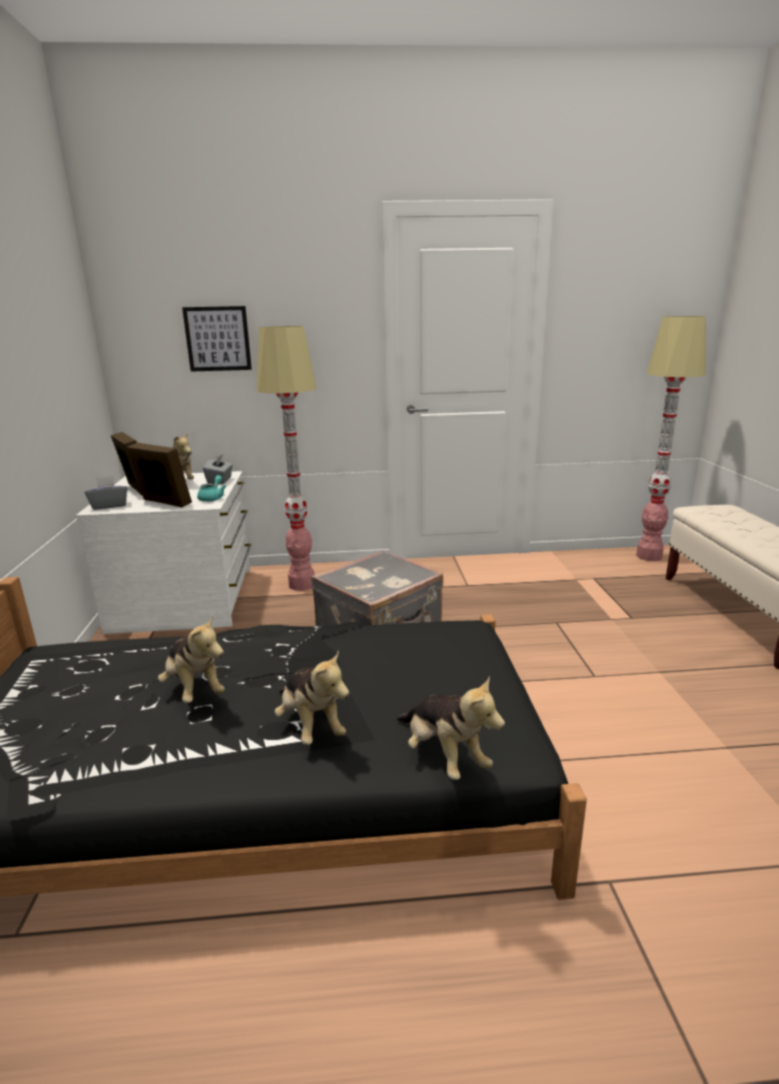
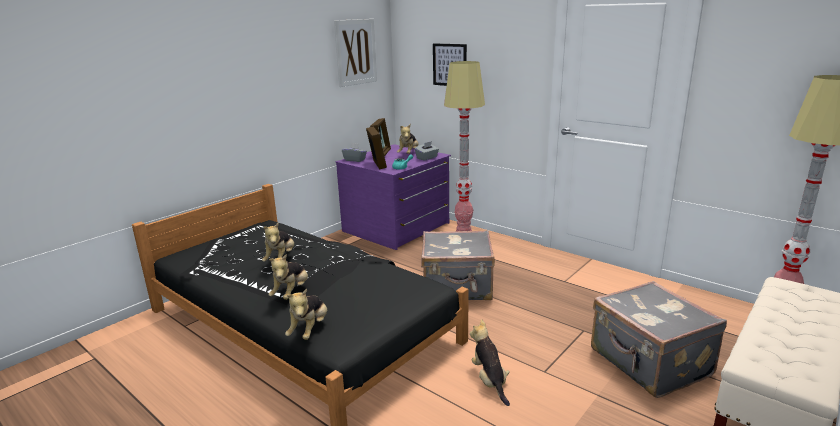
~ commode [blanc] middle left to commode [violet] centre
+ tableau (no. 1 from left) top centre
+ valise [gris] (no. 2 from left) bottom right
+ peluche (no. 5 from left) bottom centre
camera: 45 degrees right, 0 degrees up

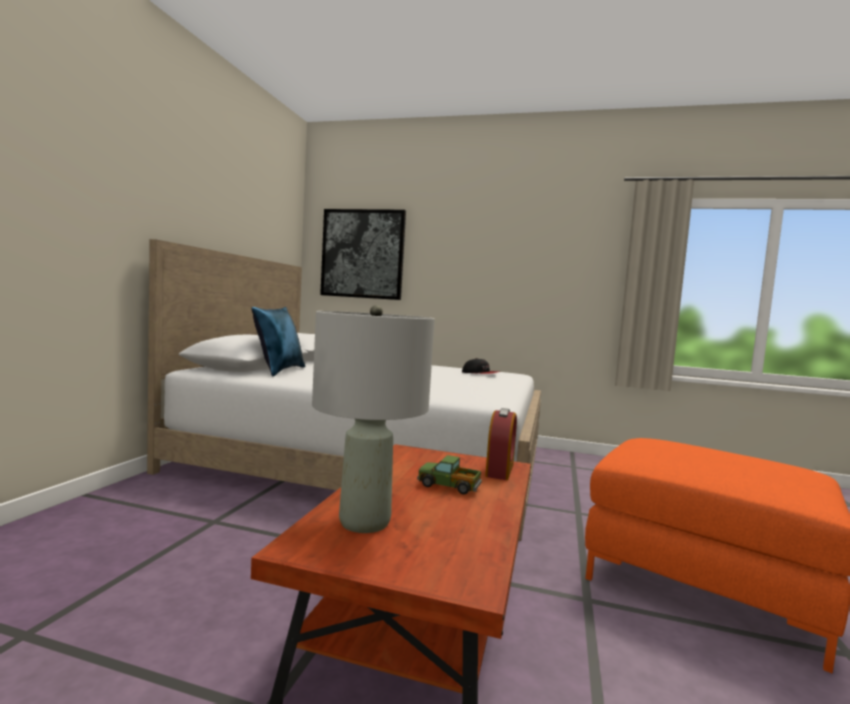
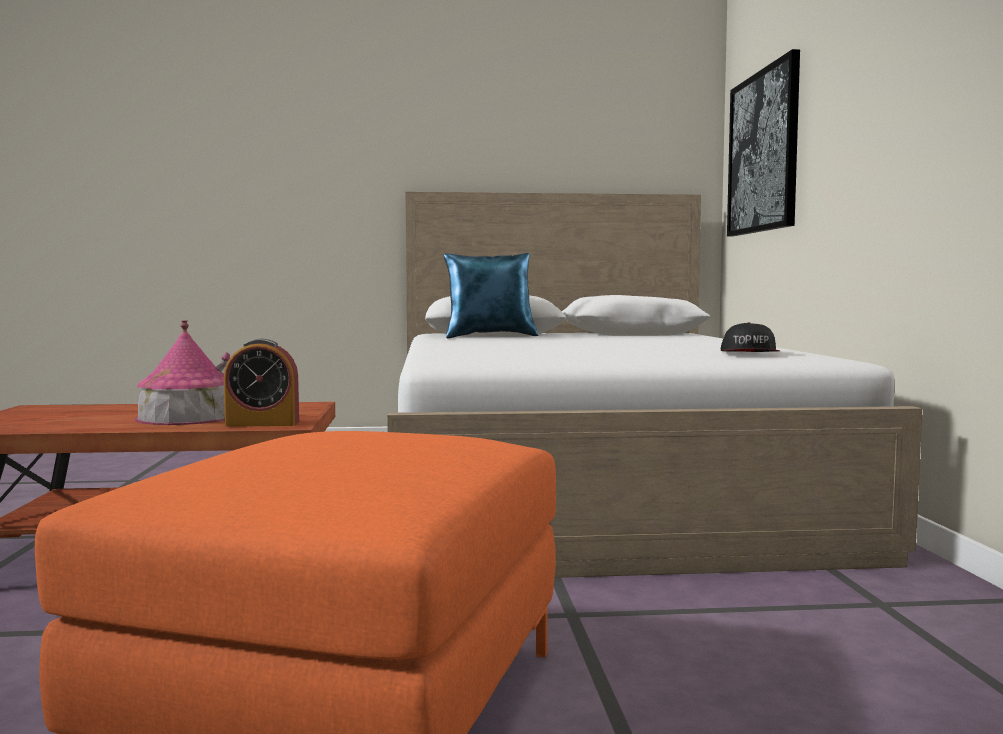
- lampe de table [gris] centre
~ camion jouet bottom centre to maison miniature middle left
camera: 70 degrees right, 0 degrees up

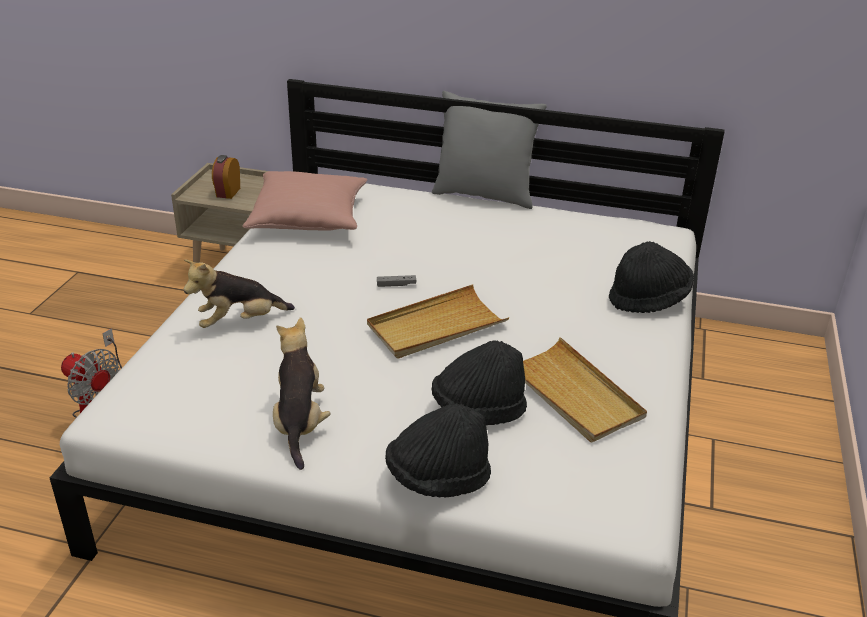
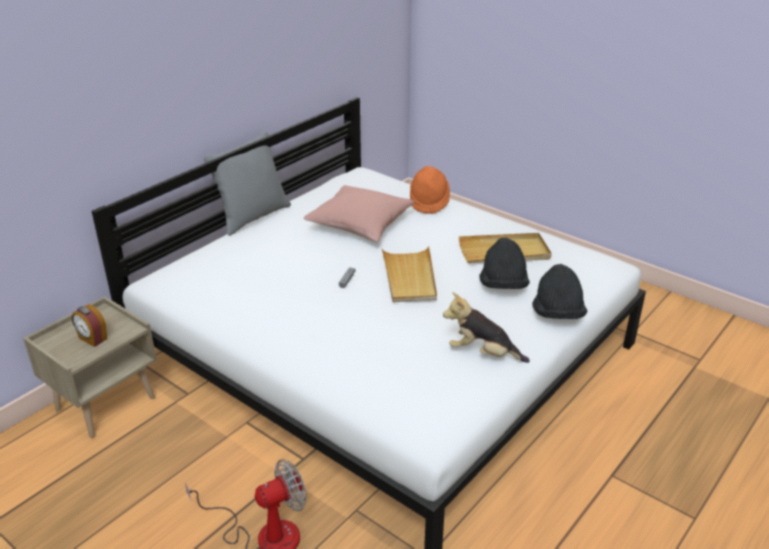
~ coussin [rose] top centre to centre
~ chapeau [noir] (no. 3 from left) middle right to chapeau [orange] centre
- peluche (no. 1 from left) middle left
camera: 65 degrees left, 0 degrees up

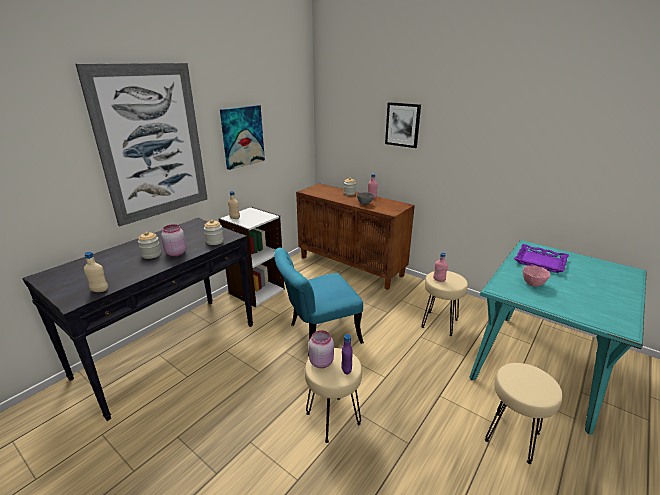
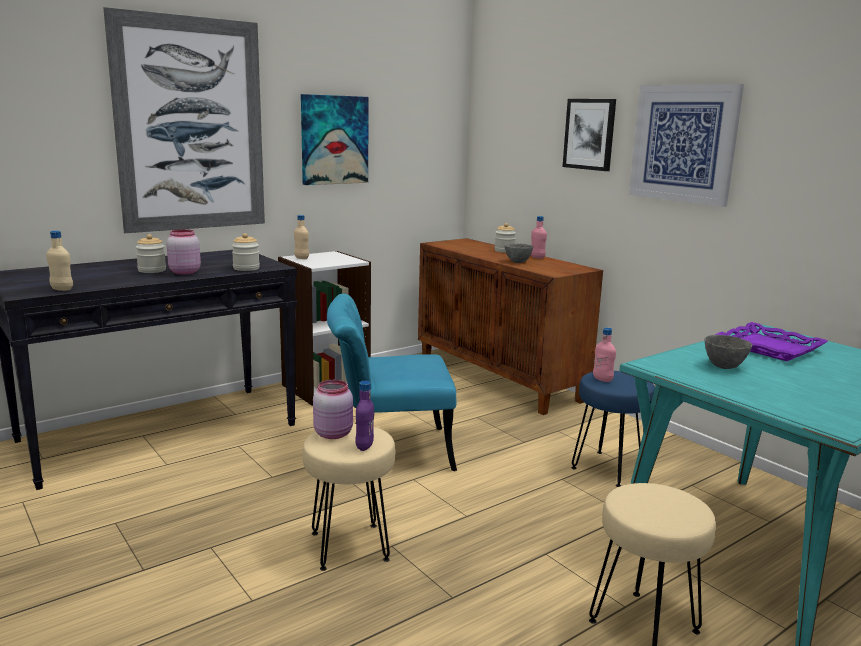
~ bol [rose] middle right to bol [gris] (no. 2 from left) middle right
~ tabouret [beige] (no. 2 from left) middle right to tabouret [bleu] middle right
+ tableau (no. 4 from left) top right
camera: 15 degrees right, 10 degrees down

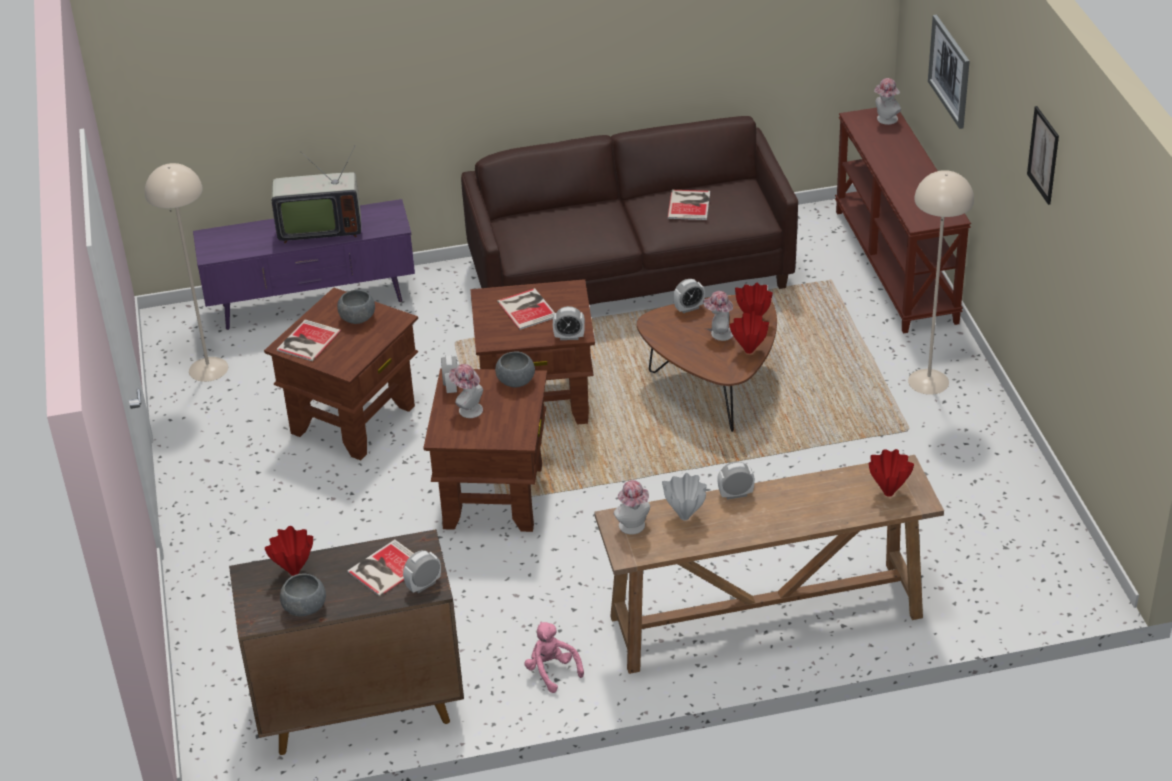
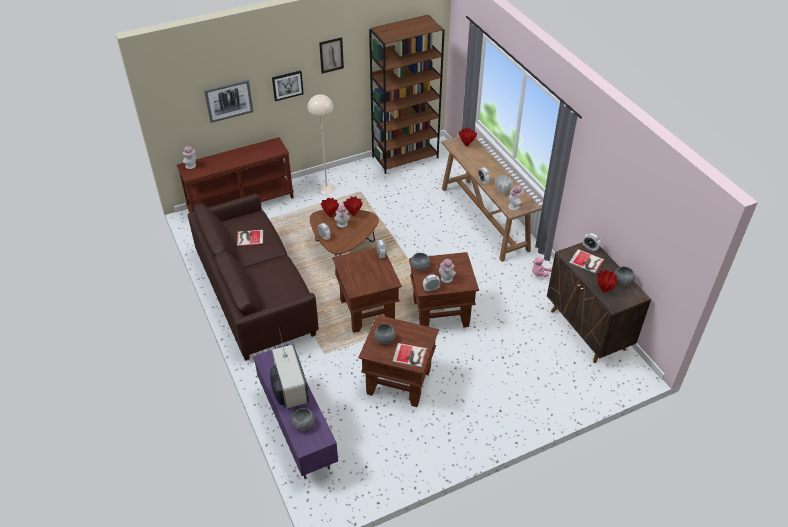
- lampadaire [beige] (no. 1 from left) middle left
- livre (no. 3 from left) centre
+ bibliothèque [marron] top centre
+ tableau (no. 2 from left) top centre
+ bol [gris] (no. 1 from left) bottom centre
camera: 105 degrees left, 5 degrees up

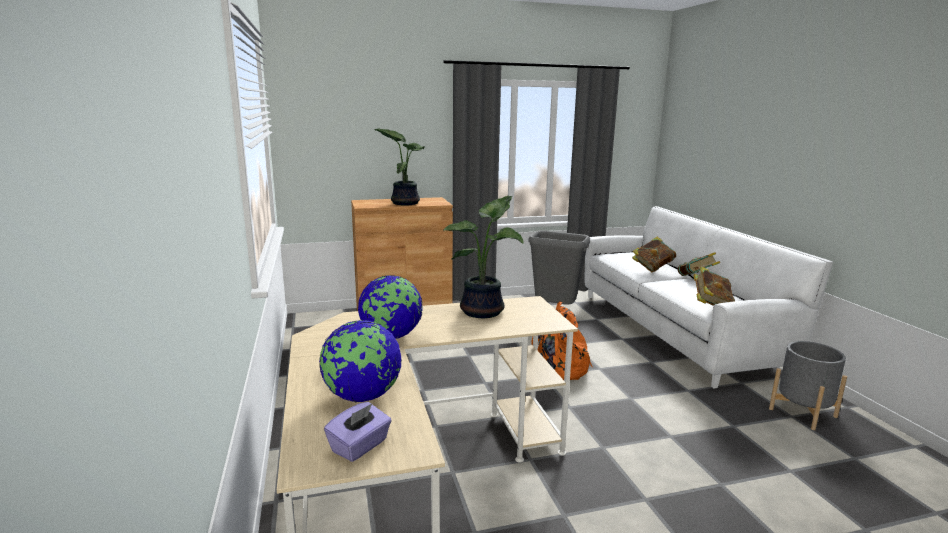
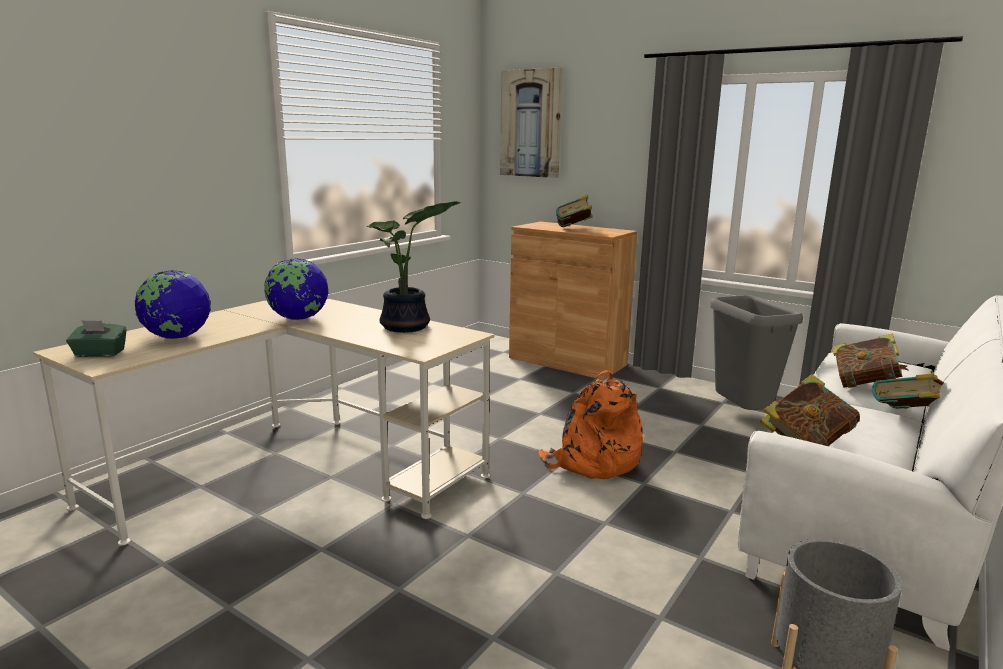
~ plante en pot (no. 1 from left) top centre to livre (no. 1 from left) top centre
~ boîte à mouchoirs [violet] bottom centre to boîte à mouchoirs [vert] middle left
+ tableau top centre
camera: 50 degrees right, 0 degrees up

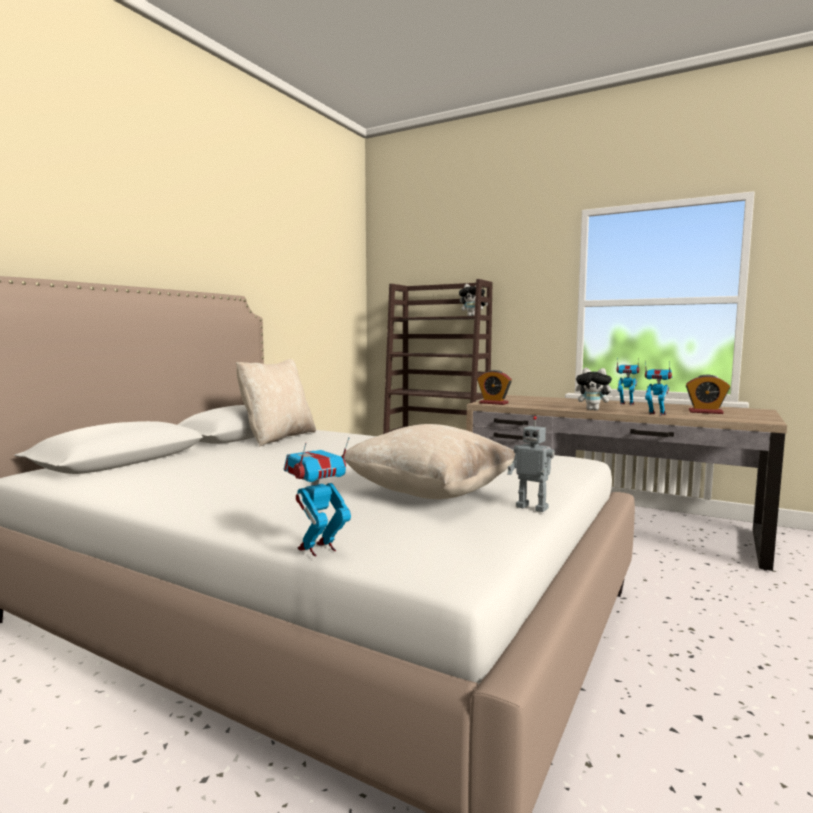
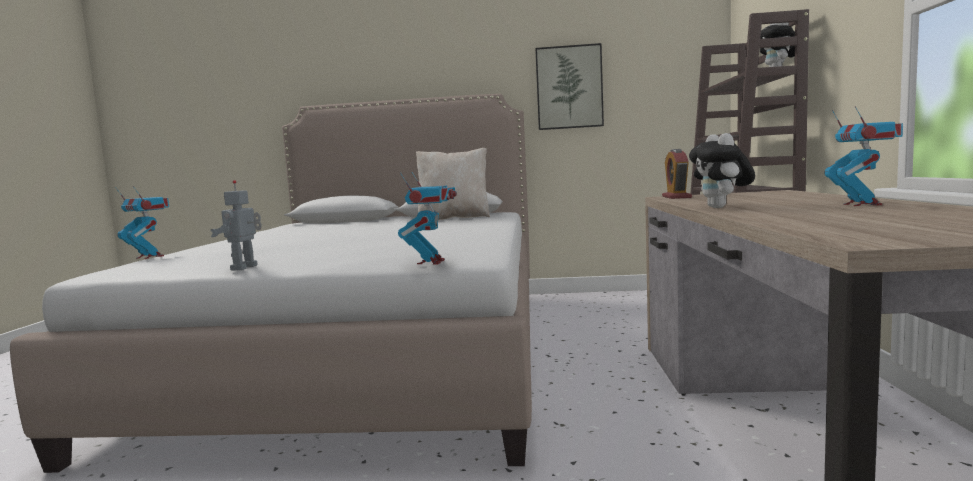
~ robot jouet (no. 4 from left in the first image) middle right to robot jouet (no. 3 from left) centre
- réveil (no. 2 from left) middle right
- coussin [beige] (no. 2 from left) centre
+ tableau top centre
camera: 65 degrees right, 0 degrees up

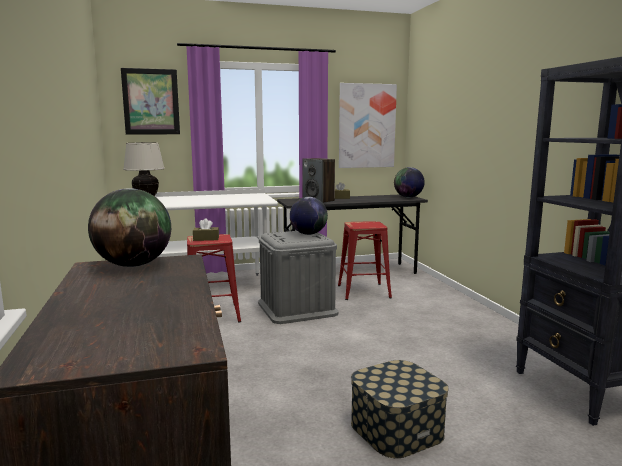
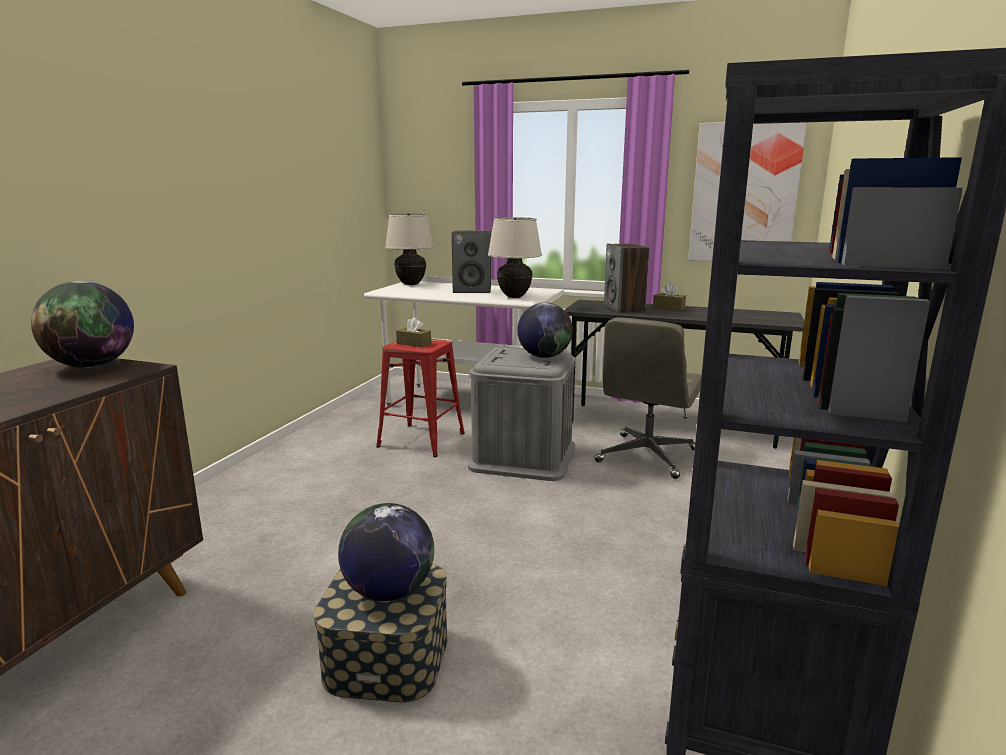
- tableau (no. 1 from left) top left
~ globe (no. 3 from left in the first image) centre to globe (no. 2 from left) bottom centre
~ tabouret [rouge] (no. 2 from left) centre to chaise de bureau [gris] centre
+ lampe de table [beige] (no. 2 from left) centre
+ enceinte (no. 1 from left) centre
camera: 35 degrees right, 5 degrees up

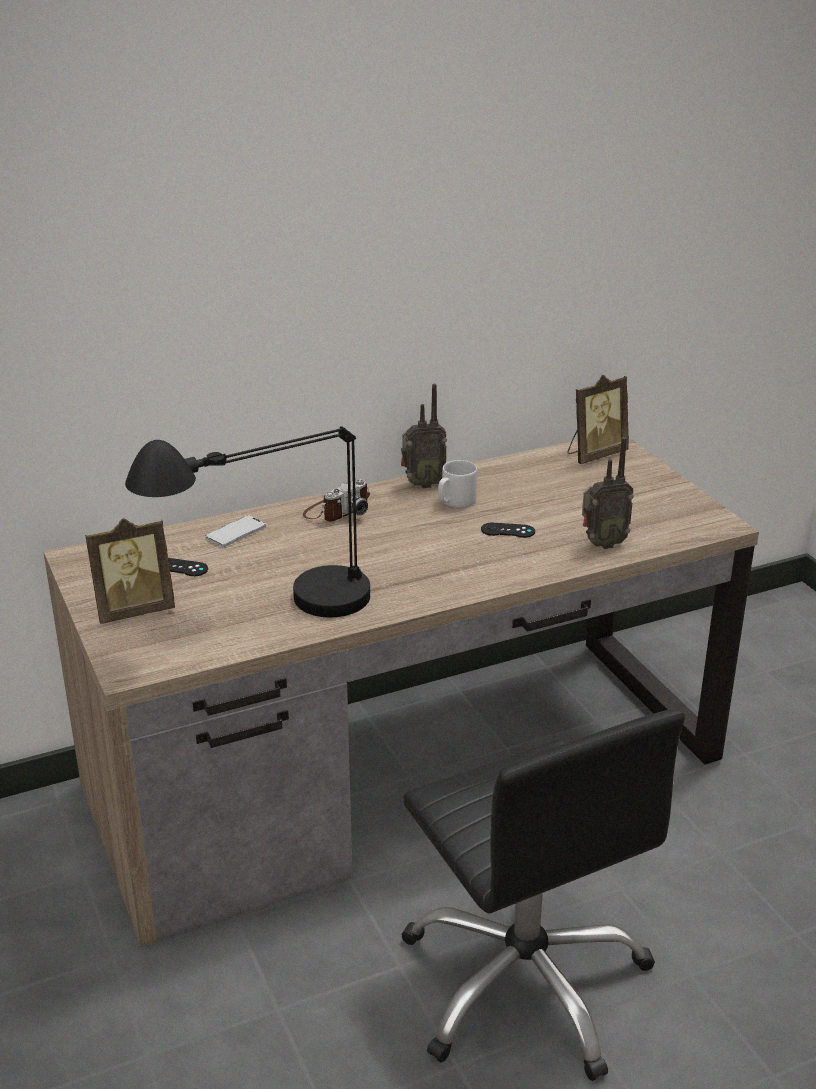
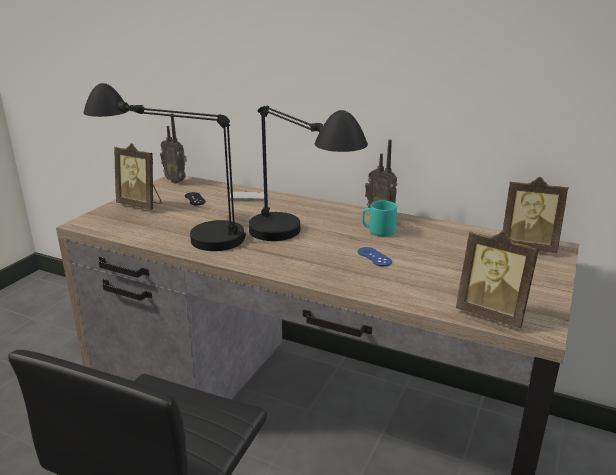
~ radio (no. 2 from left in the first image) middle right to radio (no. 1 from left) top left
~ mug [gris] centre to mug [turquoise] centre
- appareil photo centre
~ manette [noir] (no. 2 from left) centre to manette [bleu] centre
+ lampe de table [noir] (no. 2 from left) centre
+ cadre photo (no. 2 from left) middle right
camera: 50 degrees right, 5 degrees down

